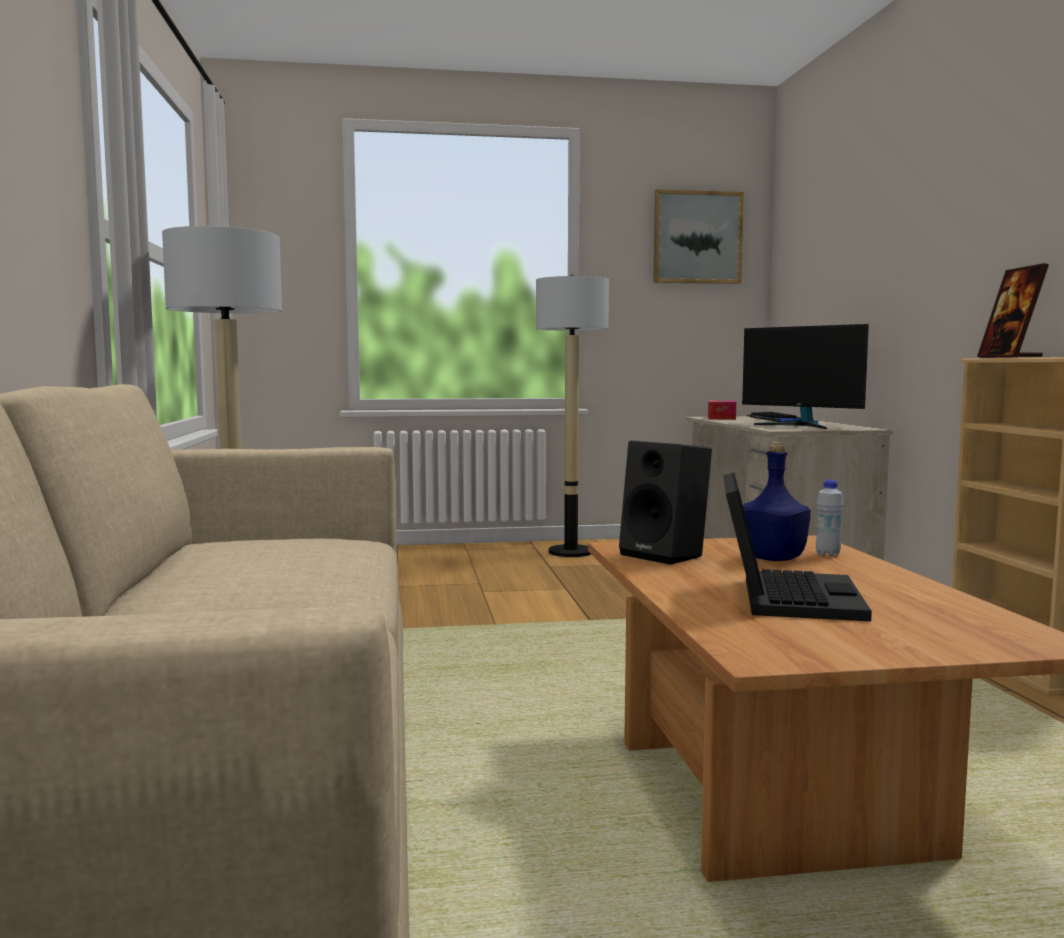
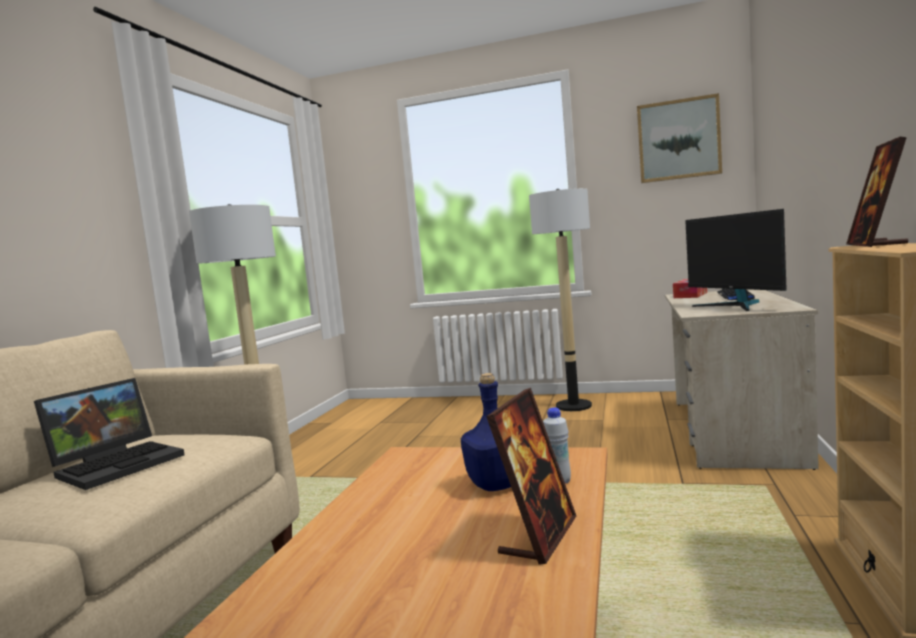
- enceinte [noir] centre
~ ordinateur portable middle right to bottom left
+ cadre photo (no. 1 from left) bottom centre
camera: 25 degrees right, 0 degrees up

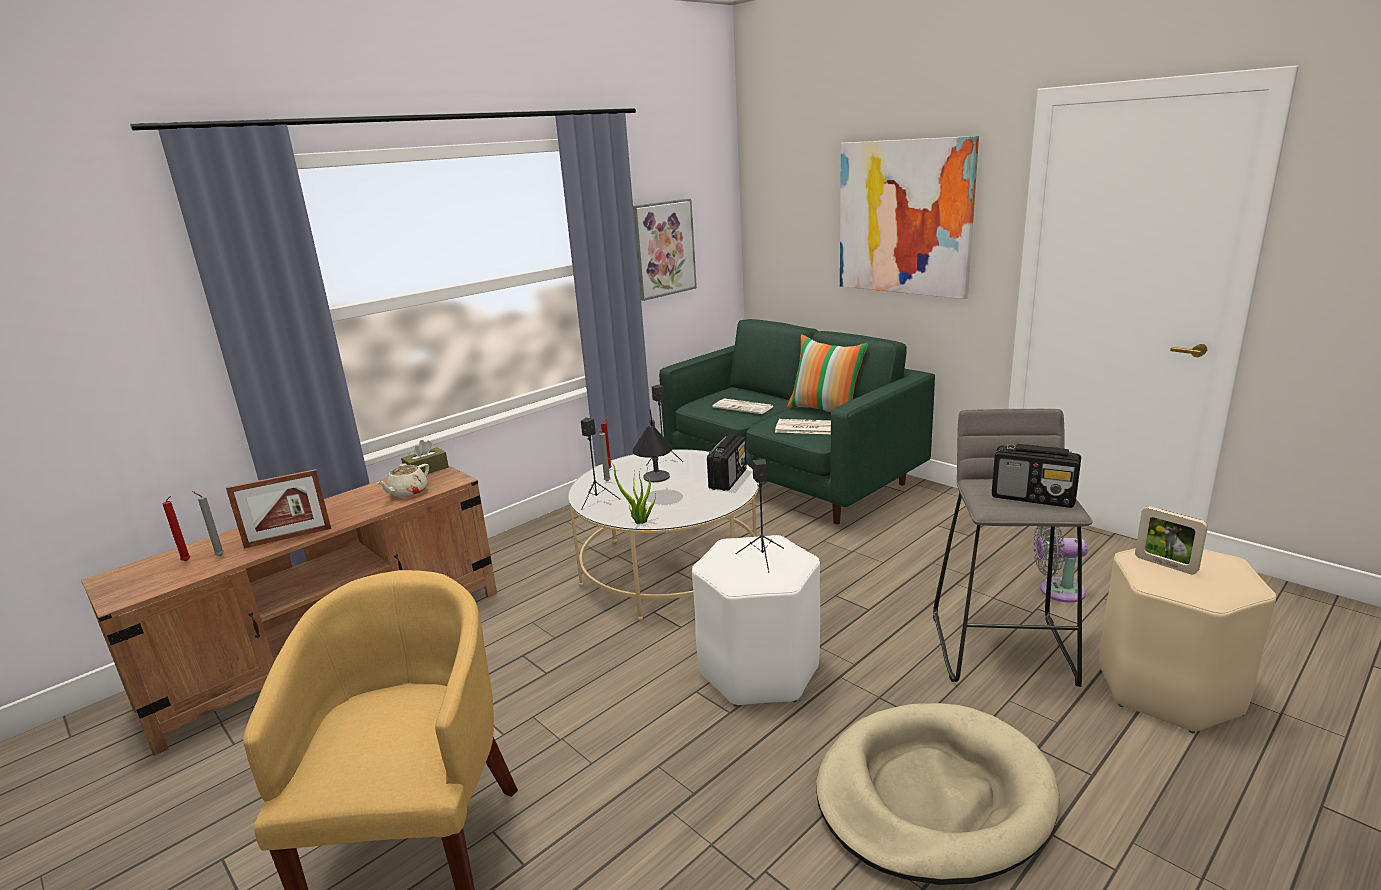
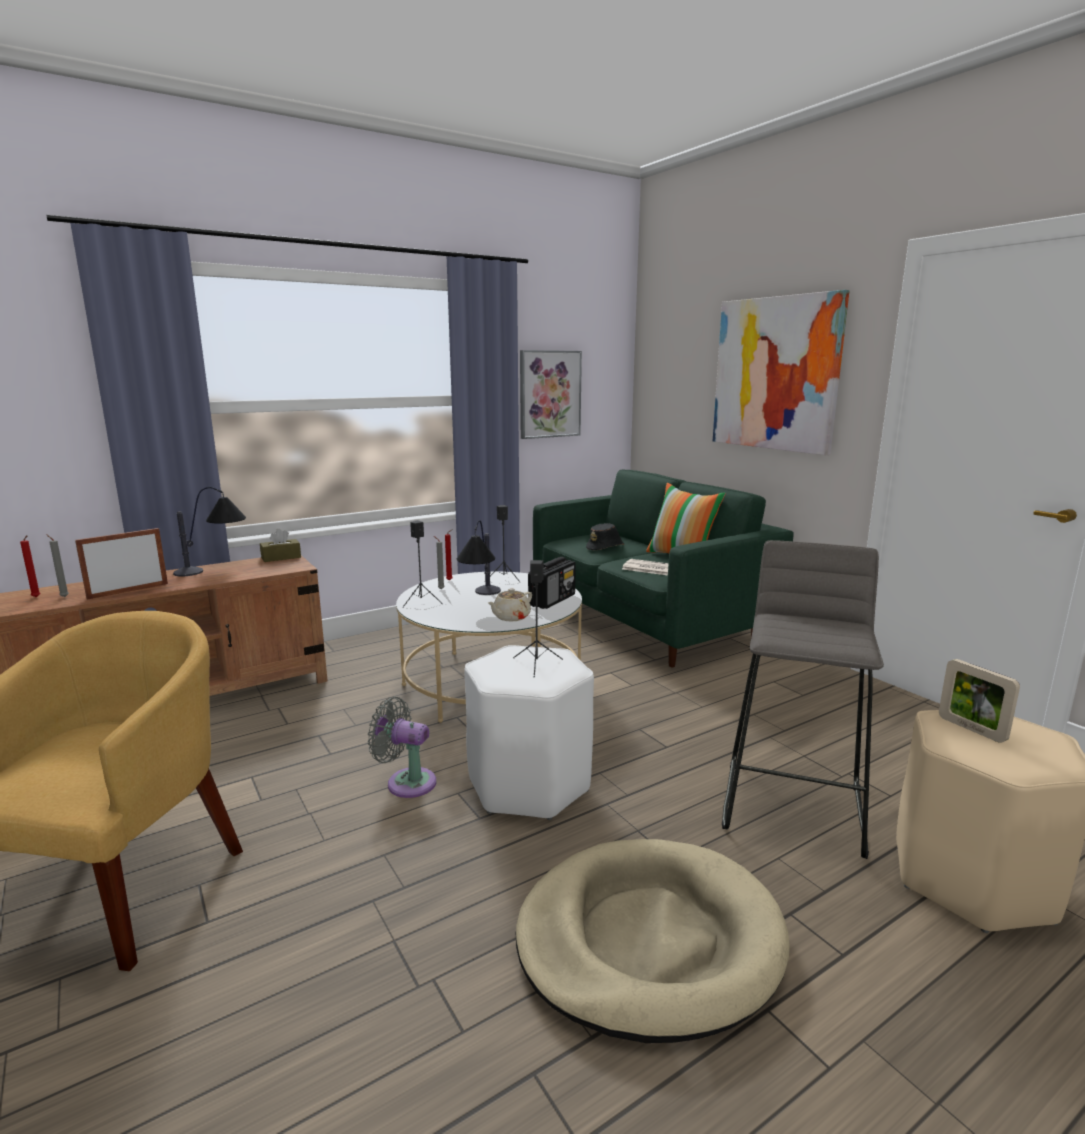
~ journal (no. 1 from left) centre to chapeau [noir] centre
- radio (no. 2 from left) middle right
- plante en pot centre
~ théière [beige] middle left to centre
~ cadre photo (no. 1 from left) middle left = middle left 150 degrees clockwise
~ ventilateur [gris] middle right to centre
+ lampe de table (no. 1 from left) middle left
camera: 10 degrees right, 5 degrees down

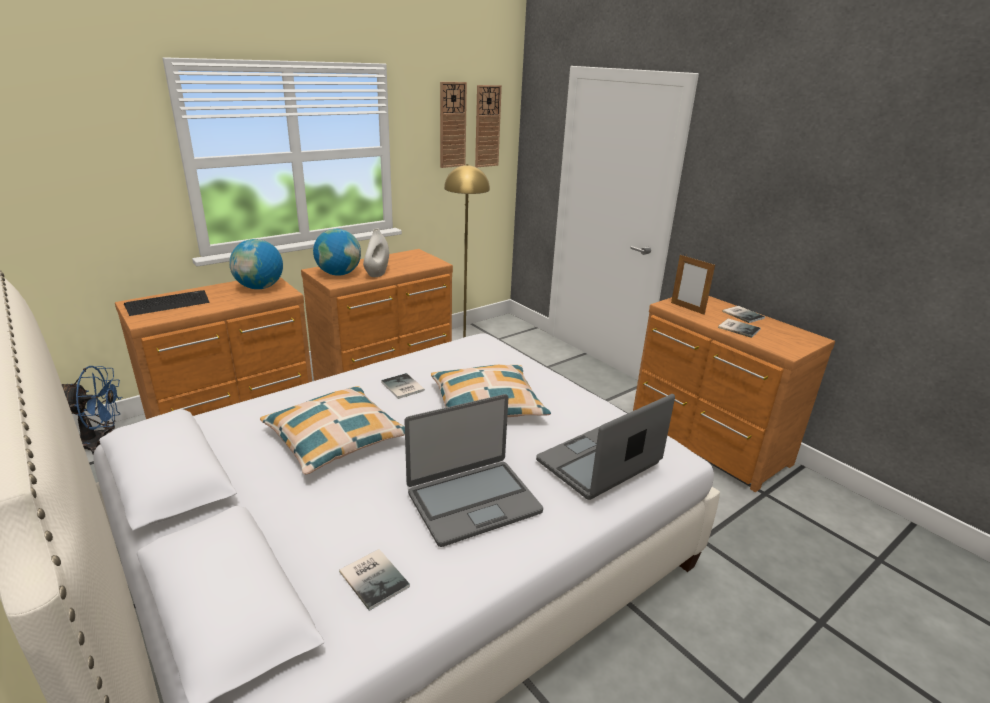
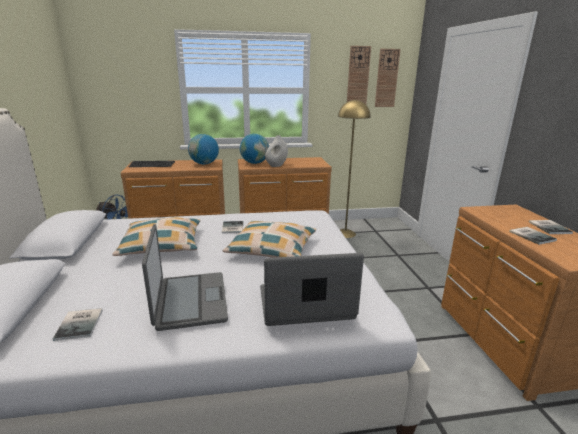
- cadre photo middle right
~ ordinateur portable (no. 1 from left) bottom centre = middle left 105 degrees counterclockwise
camera: 30 degrees right, 5 degrees down

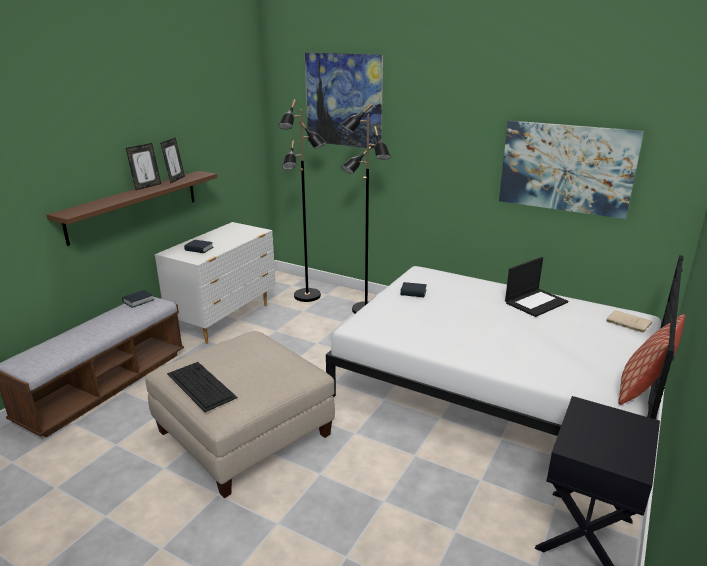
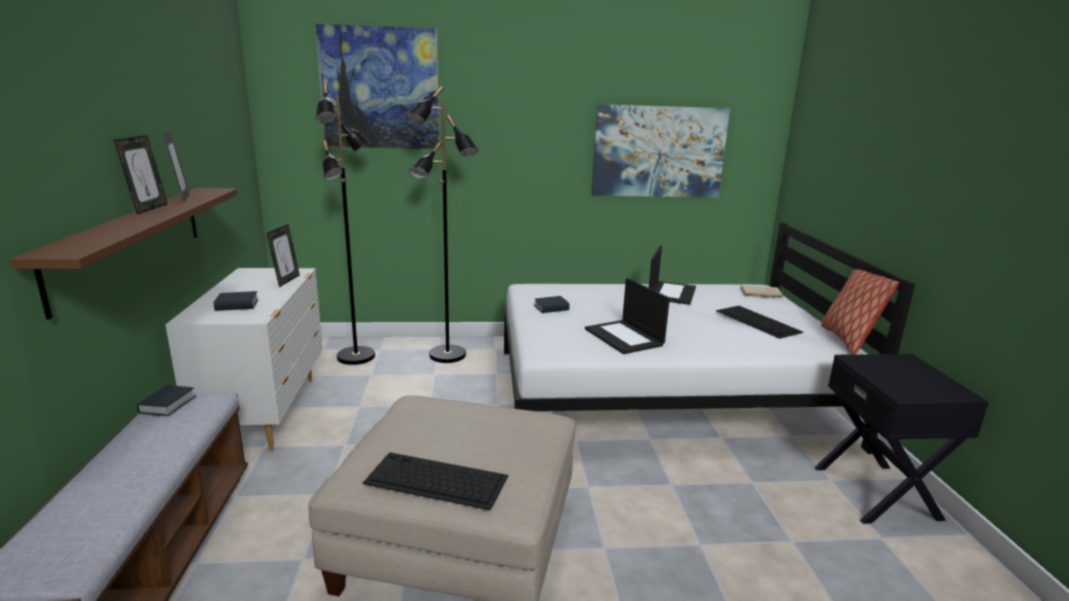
+ cadre photo (no. 3 from left) middle left
+ ordinateur portable (no. 1 from left) centre
+ clavier (no. 2 from left) middle right
camera: 35 degrees left, 5 degrees down

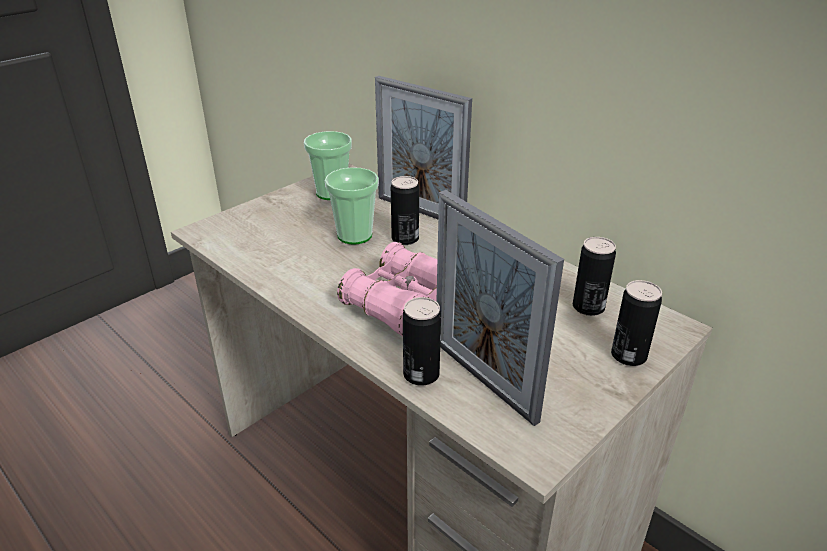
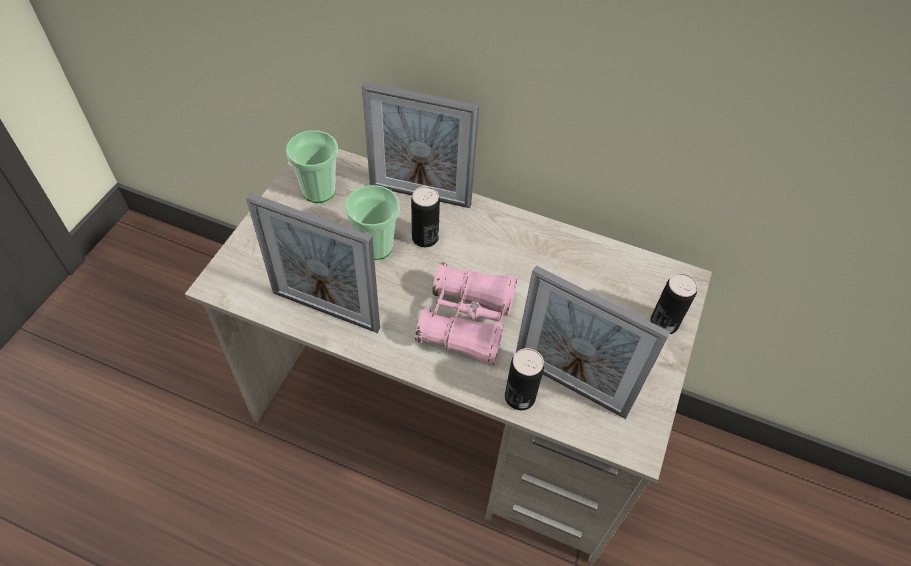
- boîte métallique (no. 3 from left) middle right
+ cadre photo (no. 1 from left) centre
camera: 25 degrees left, 20 degrees up

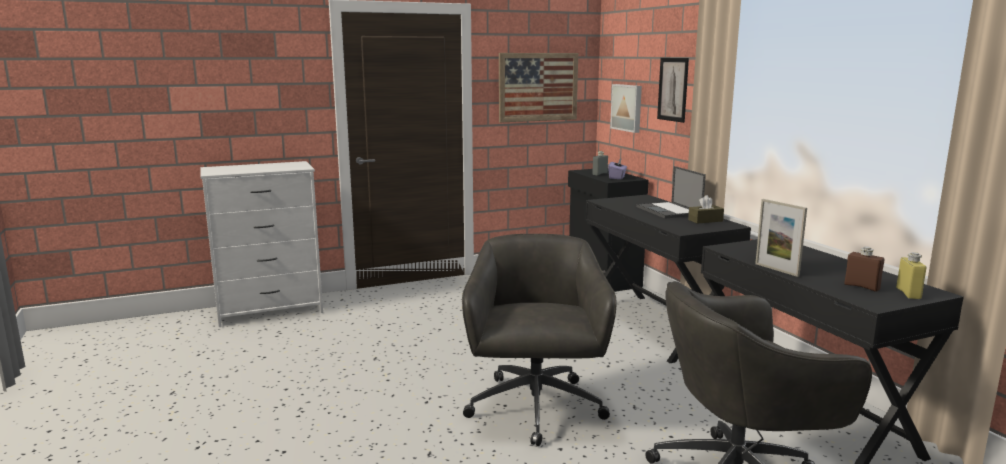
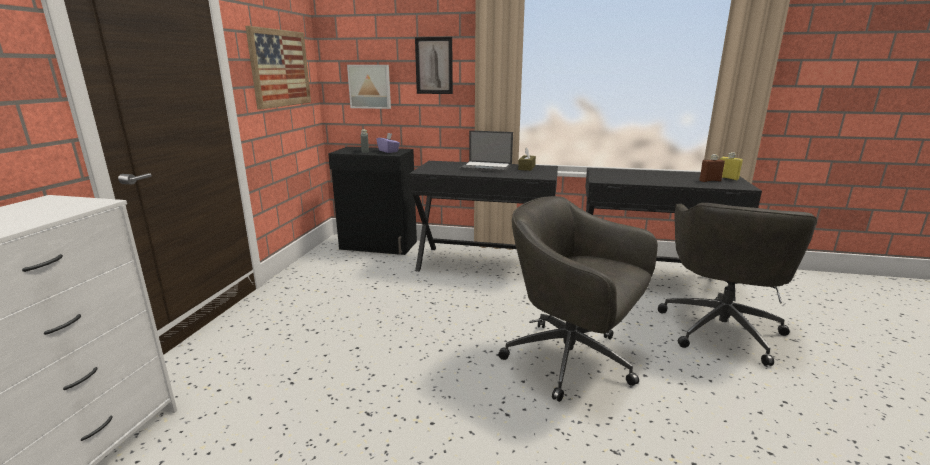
- cadre photo middle right
camera: 55 degrees left, 5 degrees up

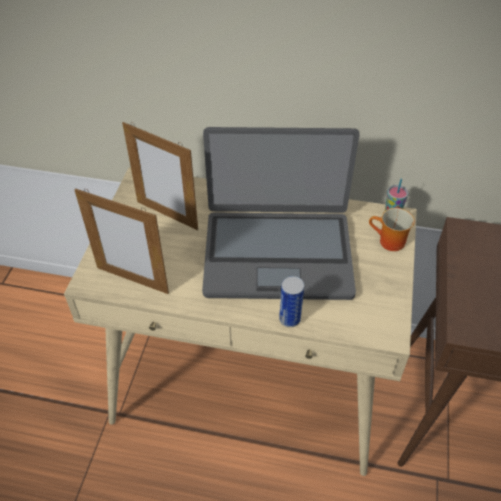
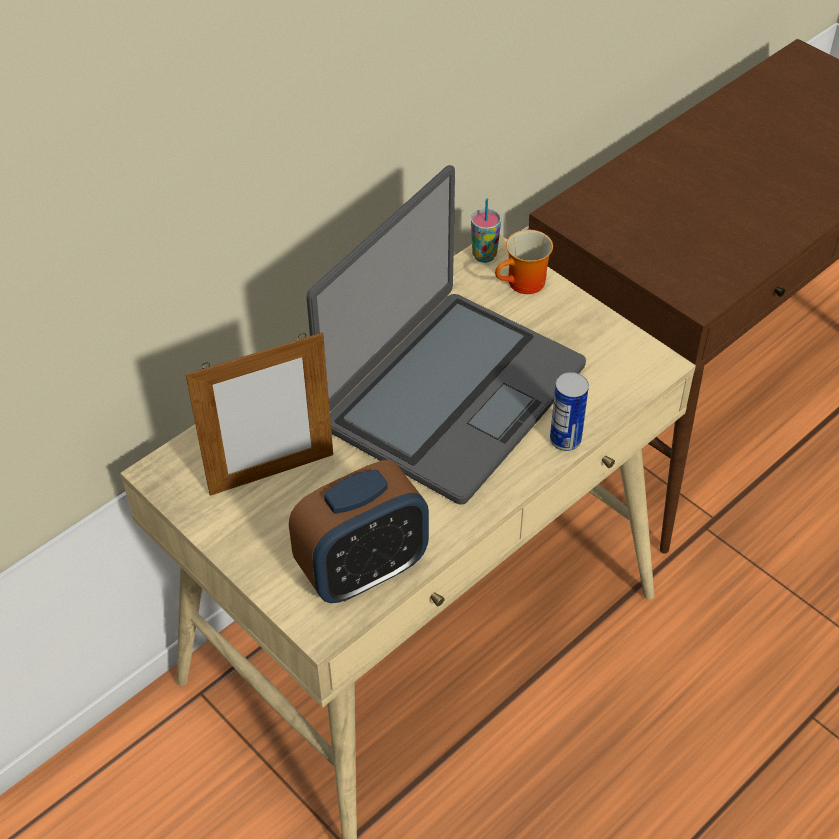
~ cadre photo (no. 1 from left) middle left to réveil centre
camera: 55 degrees left, 0 degrees up

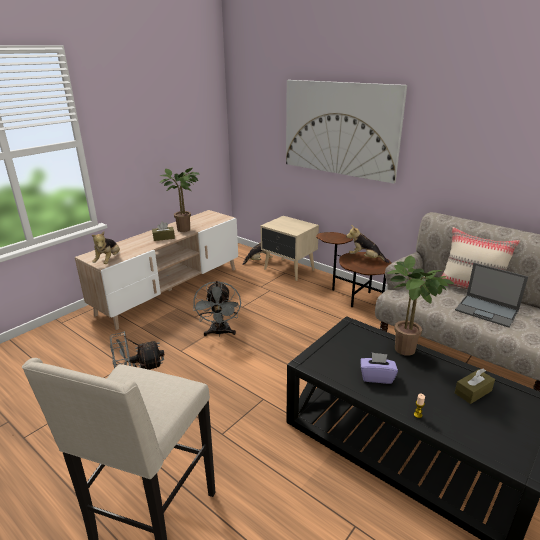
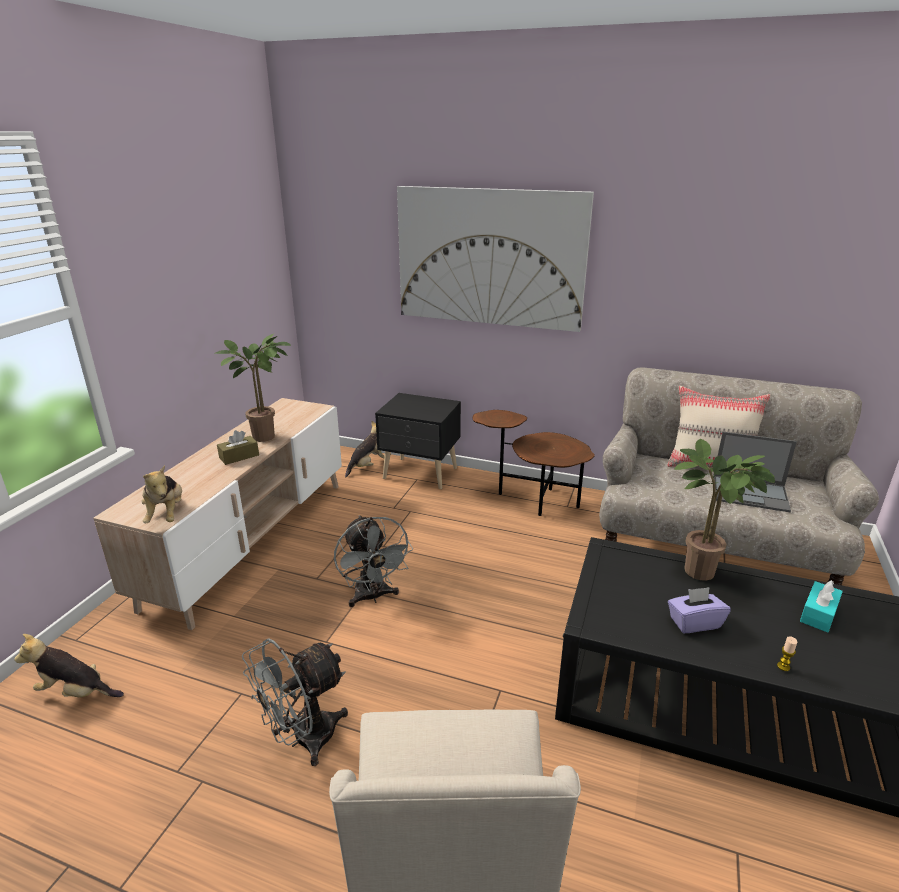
~ table de chevet [beige] centre to table de chevet [noir] centre
~ peluche (no. 3 from left in the first image) middle right to peluche (no. 1 from left) bottom left
~ boîte à mouchoirs [marron] (no. 2 from left) bottom right to boîte à mouchoirs [turquoise] bottom right
camera: 20 degrees left, 0 degrees up

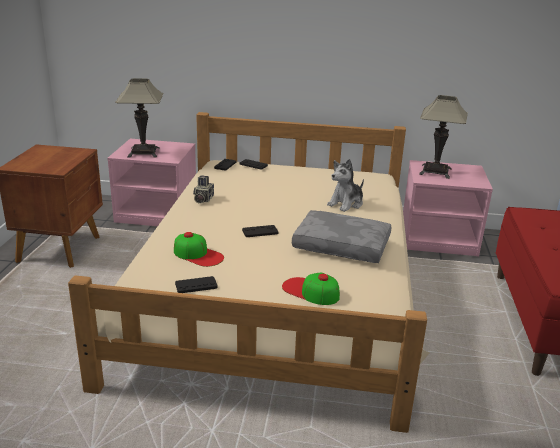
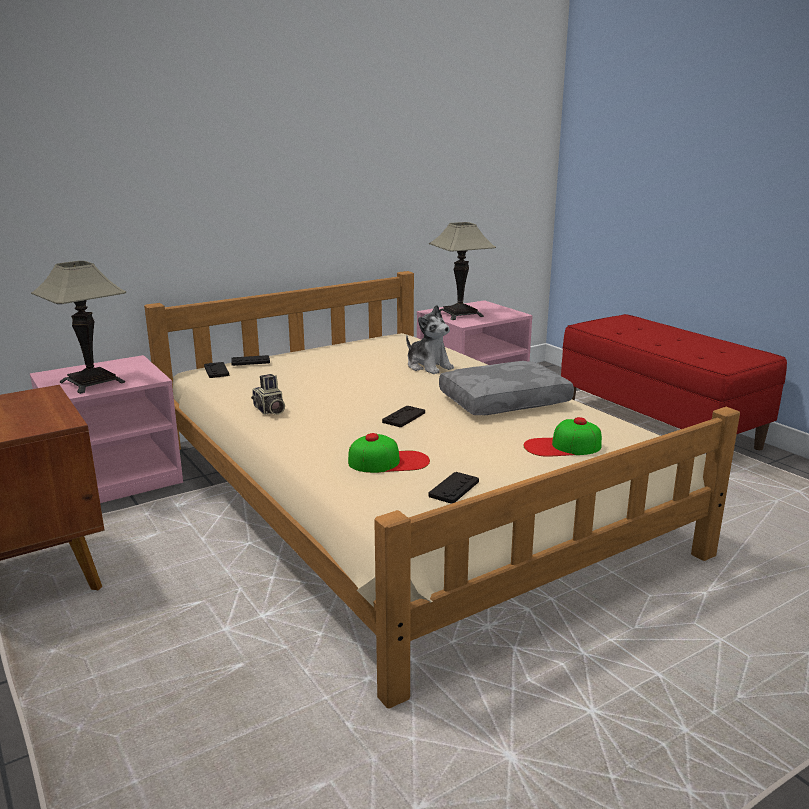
~ peluche centre = centre 45 degrees counterclockwise
camera: 40 degrees left, 5 degrees down

